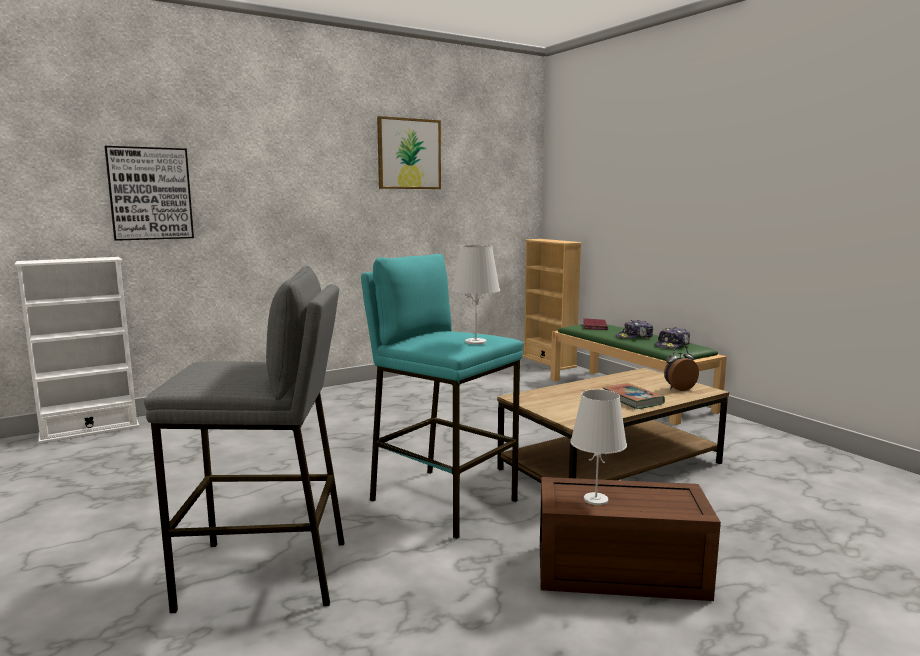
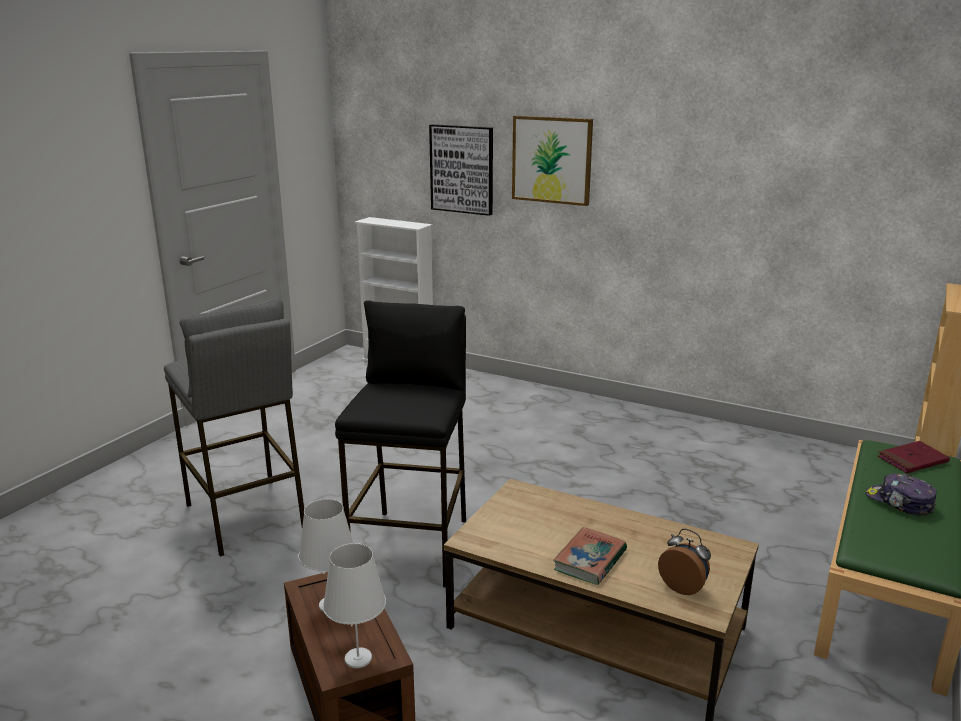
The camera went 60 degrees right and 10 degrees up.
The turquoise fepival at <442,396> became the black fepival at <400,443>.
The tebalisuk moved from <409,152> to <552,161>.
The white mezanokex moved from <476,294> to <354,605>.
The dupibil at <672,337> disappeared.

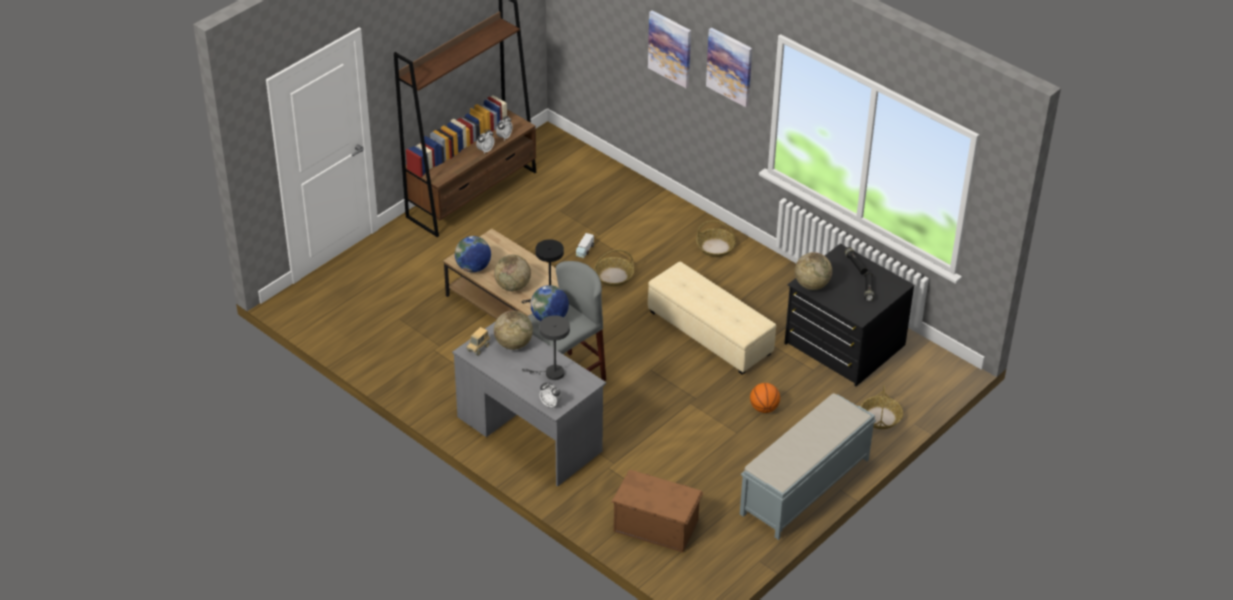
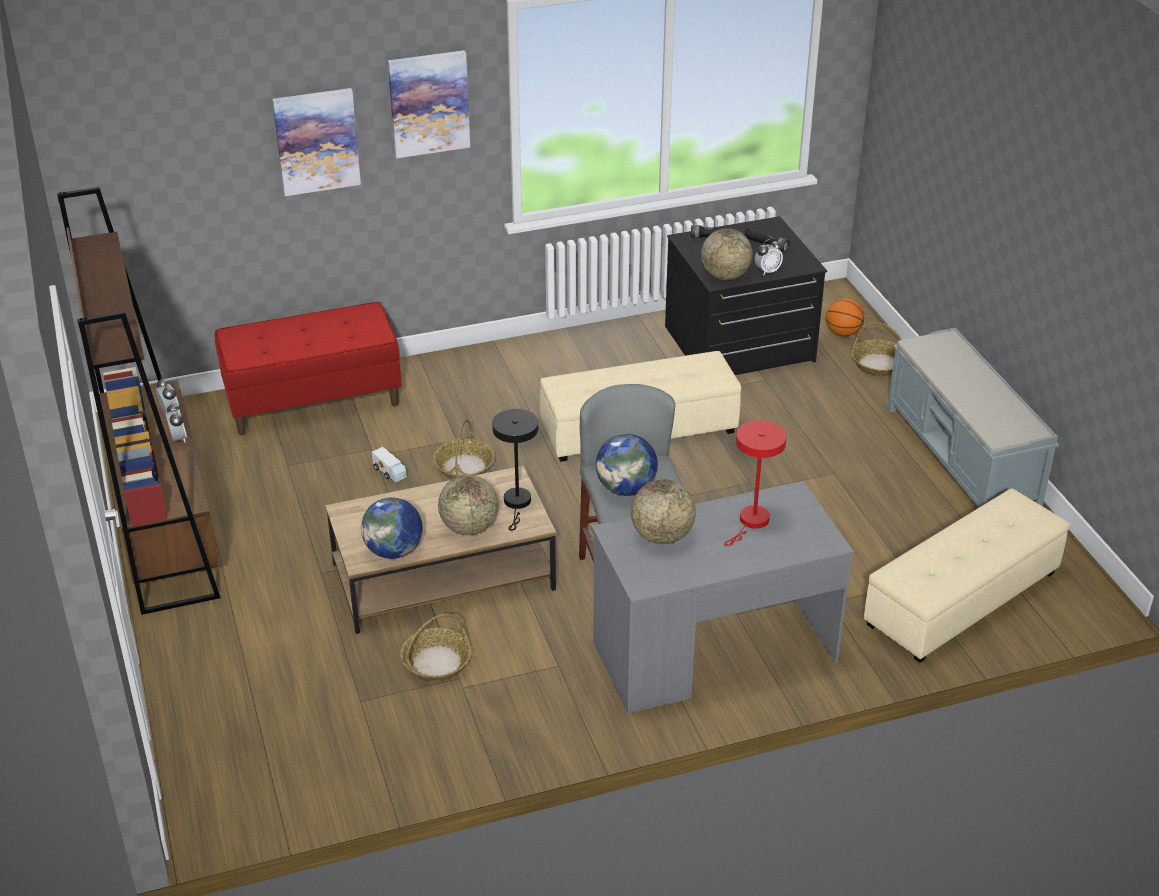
The camera went 60 degrees left and 5 degrees down.
The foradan at <478,341> disappeared.
The grey mezanokex at <546,347> became the red mezanokex at <755,483>.
The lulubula moved from <551,395> to <768,256>.
The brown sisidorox at <658,511> was replaced by the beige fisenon at <967,575>.
The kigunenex moved from <716,238> to <435,648>.
The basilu moved from <765,398> to <845,317>.
The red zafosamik at <308,368> appeared.

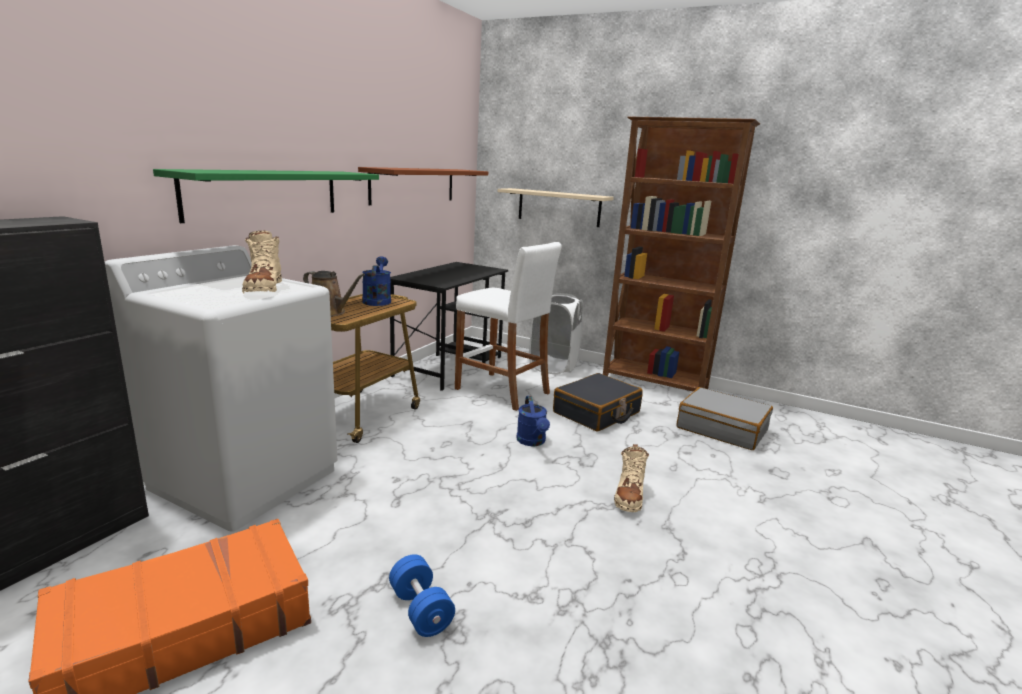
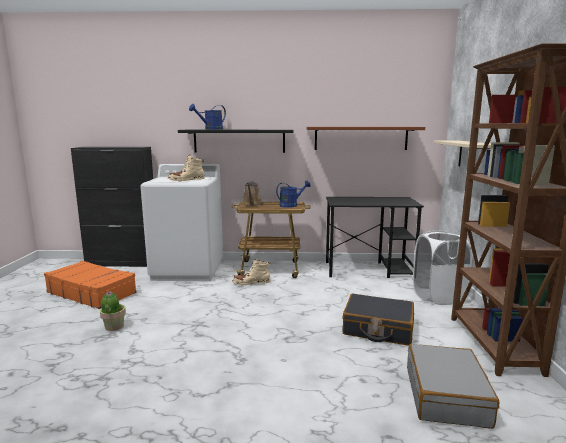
The camera went 65 degrees right and 5 degrees down.
The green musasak at <266,196> became the black musasak at <236,141>.
The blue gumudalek at <422,595> was replaced by the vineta at <113,311>.
The white fepival at <508,326> disappeared.
The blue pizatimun moved from <533,421> to <207,117>.
The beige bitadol moved from <631,478> to <251,271>.

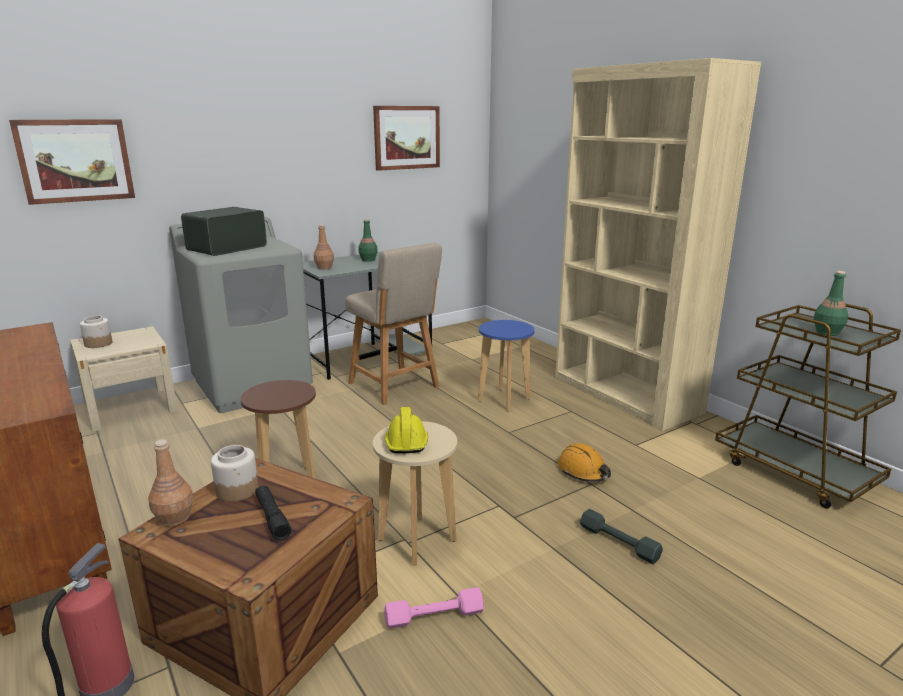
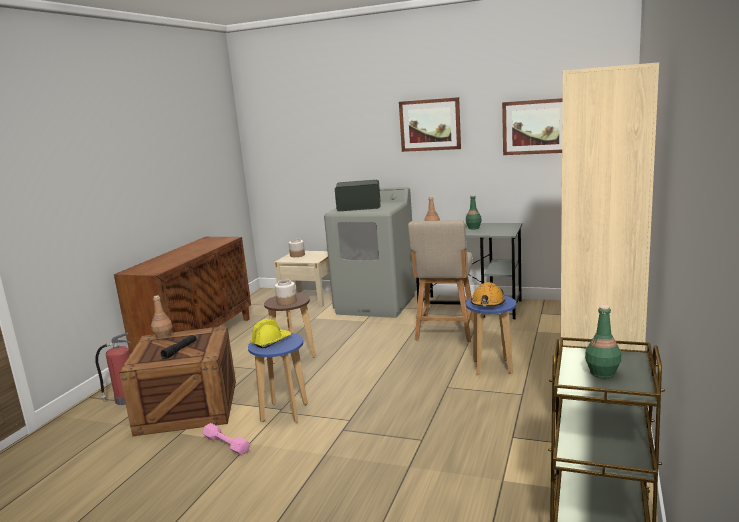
The camera went 55 degrees right and 5 degrees down.
The tebalisuk moved from <72,162> to <430,124>.
The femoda moved from <234,473> to <286,293>.
The beige fepival at <415,493> became the blue fepival at <278,378>.
The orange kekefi moved from <584,462> to <488,294>.
The grey gumudalek at <621,536> disappeared.

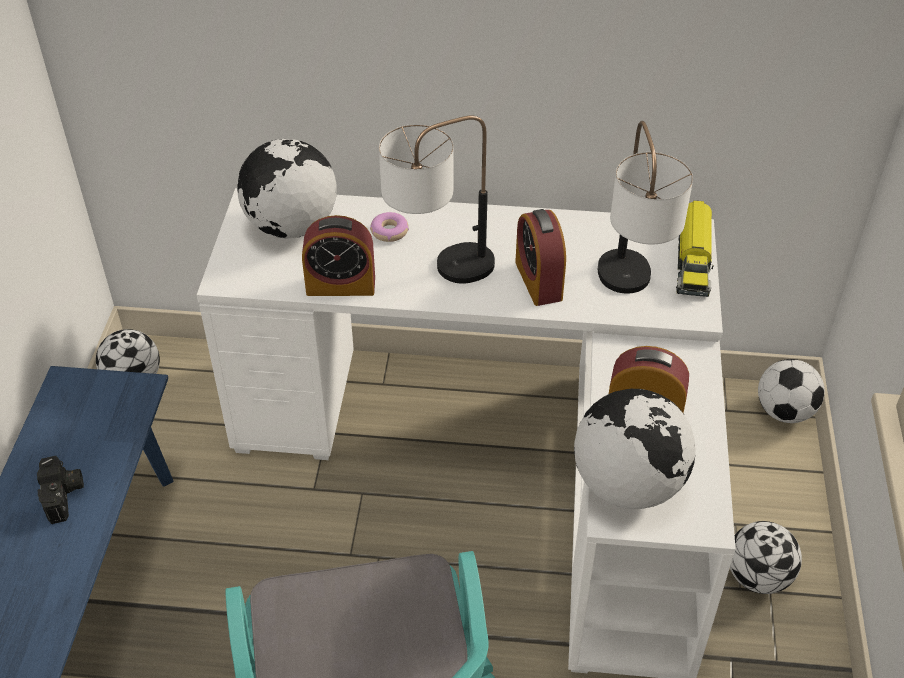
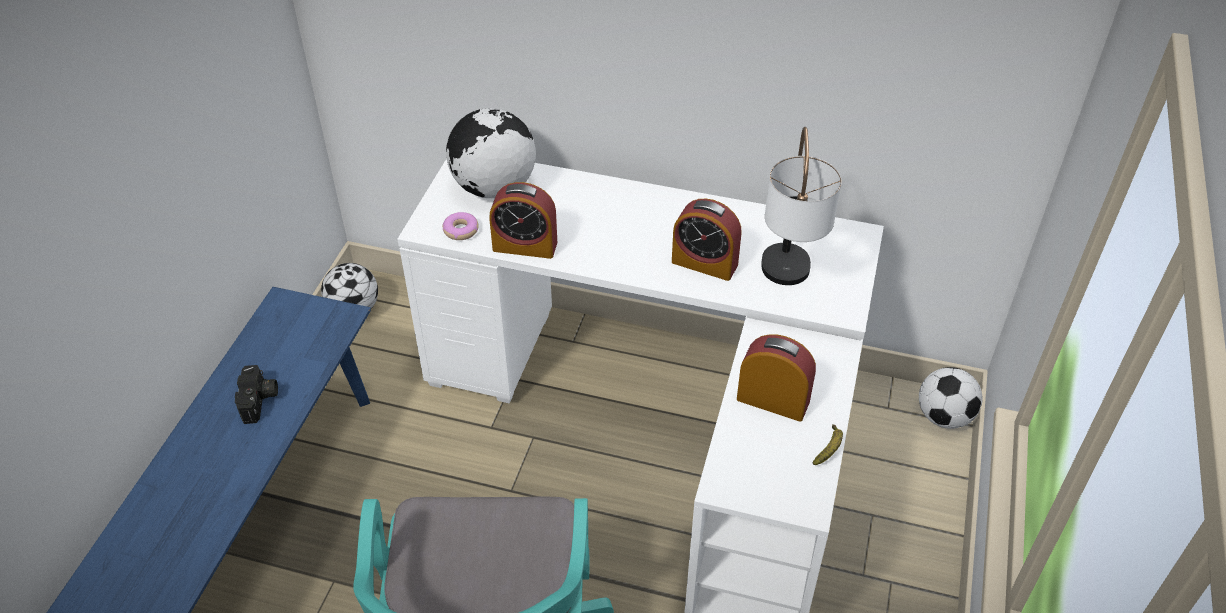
The camera went 10 degrees right and 0 degrees up.
The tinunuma moved from <389,227> to <460,226>.
The mezanokex at <437,199> disappeared.
The lulubula at <540,257> turned 60 degrees counterclockwise.
The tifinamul at <635,449> disappeared.
The foradan at <695,248> disappeared.
The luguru at <766,557> disappeared.
The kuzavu at <828,444> appeared.

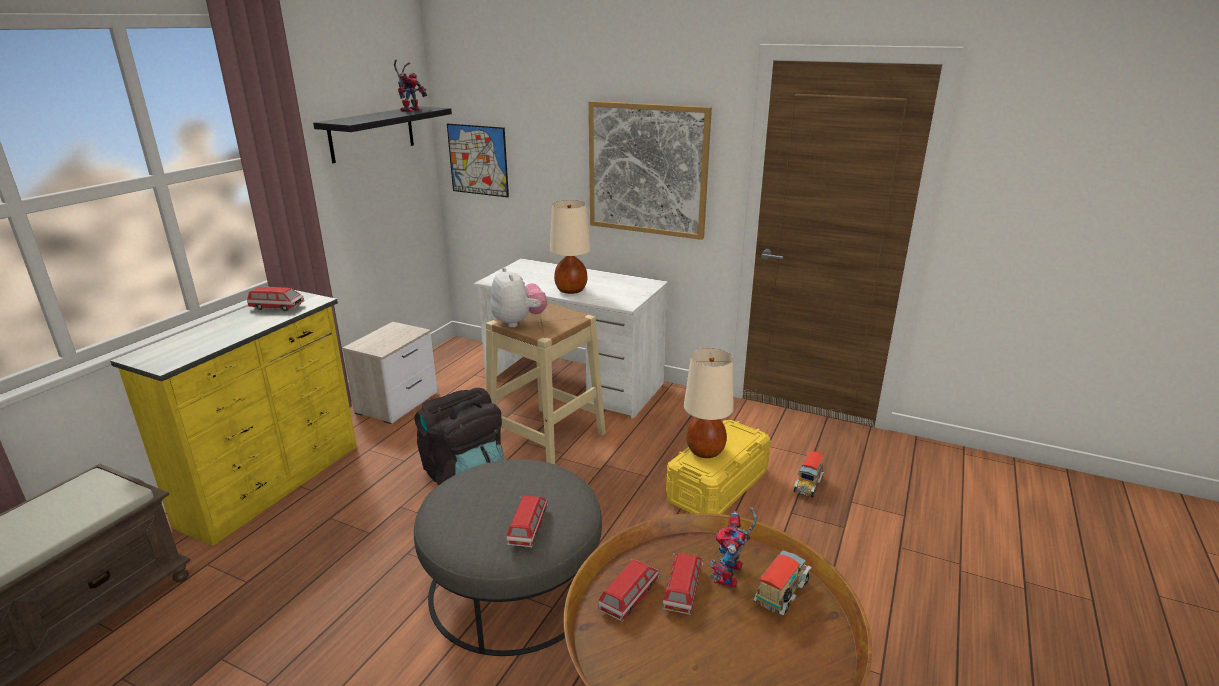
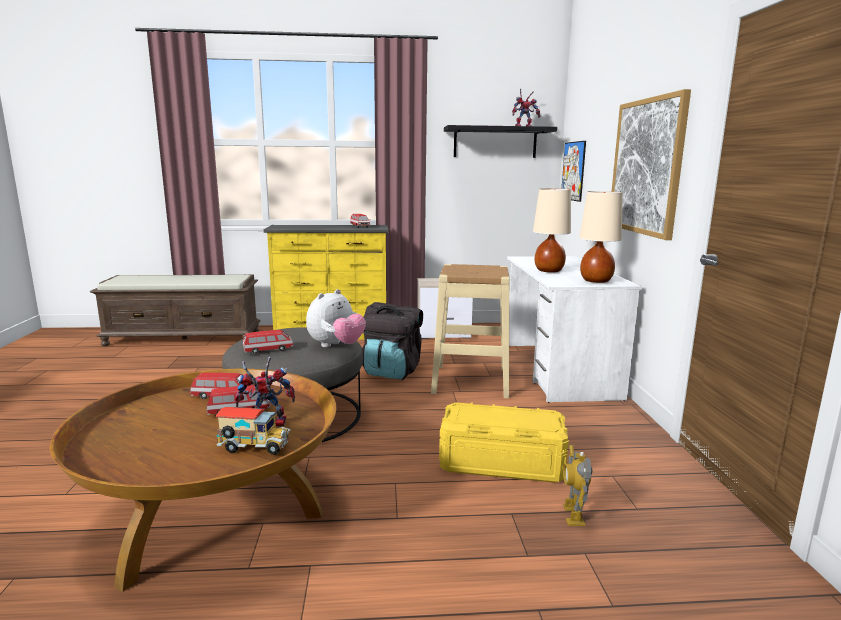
The camera went 60 degrees right and 10 degrees down.
The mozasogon moved from <518,297> to <336,318>.
The beige mezanokex moved from <708,403> to <601,237>.
The foradan at <809,474> was replaced by the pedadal at <577,485>.

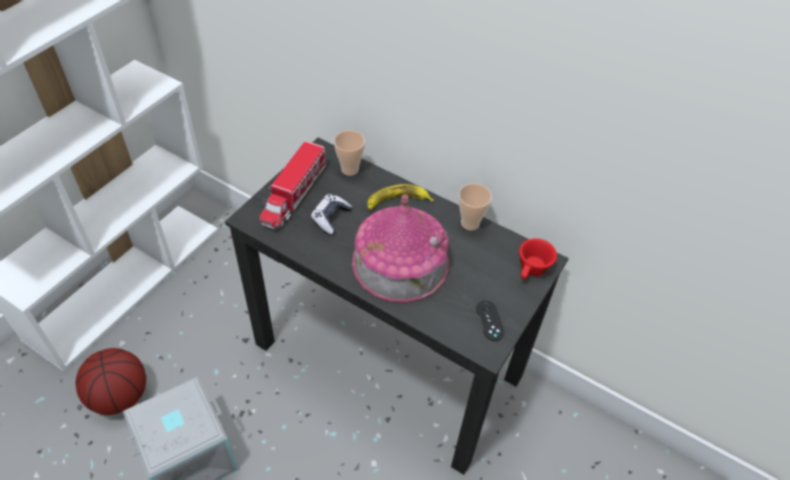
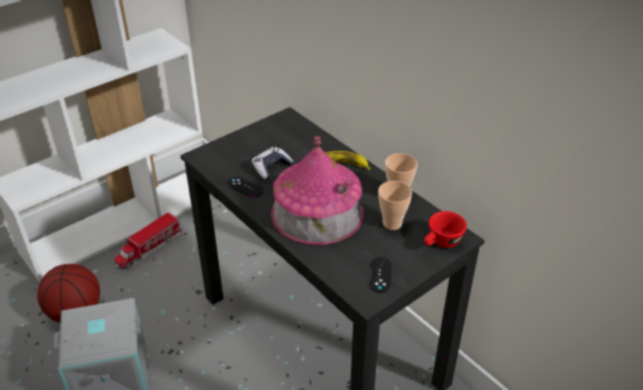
The camera went 20 degrees right and 10 degrees down.
The foradan moved from <292,185> to <148,240>.
The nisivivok moved from <349,153> to <395,205>.
The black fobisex at <245,187> appeared.

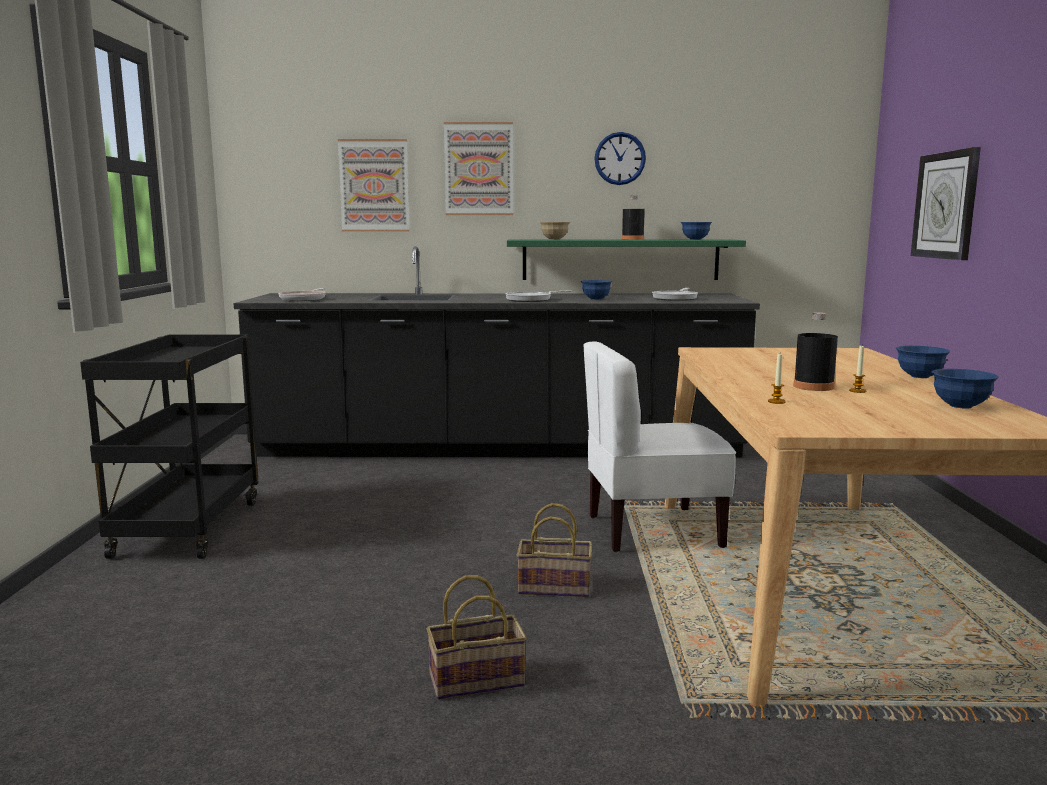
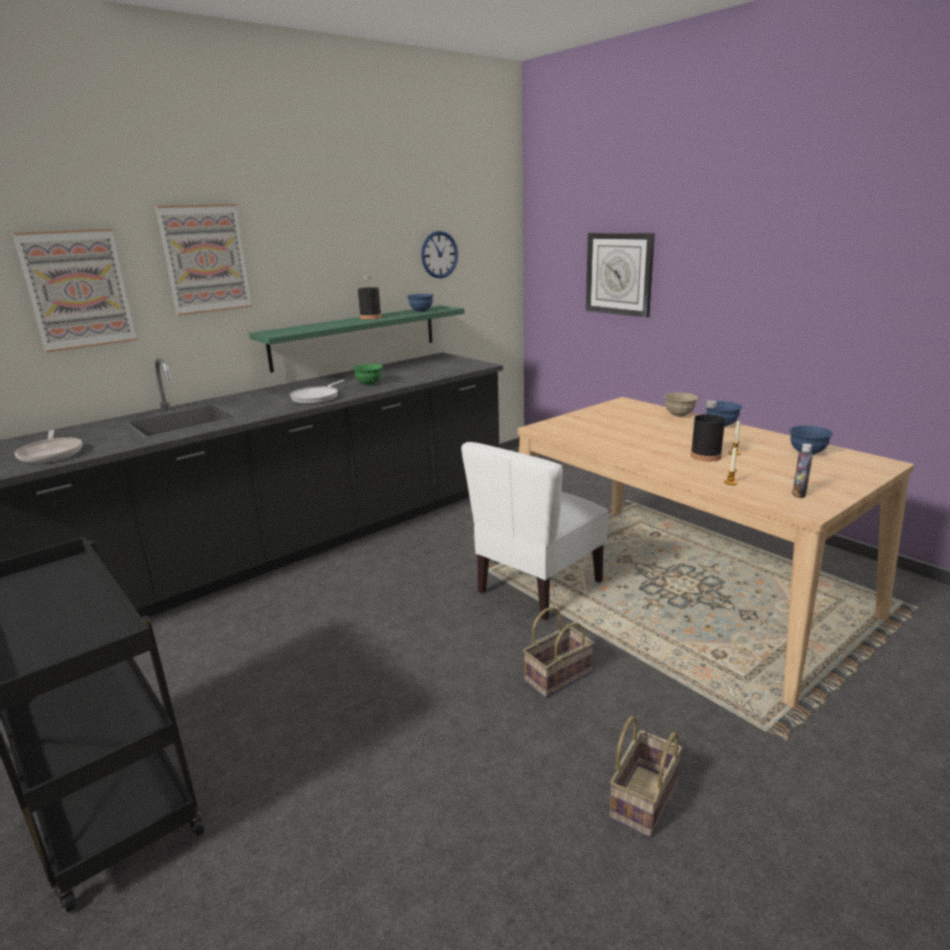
The camera went 40 degrees left and 10 degrees up.
The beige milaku moved from <555,231> to <681,405>.
The blue milaku at <596,290> became the green milaku at <367,374>.
The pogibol moved from <620,158> to <439,254>.
The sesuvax at <675,294> disappeared.
The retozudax at <802,471> appeared.

